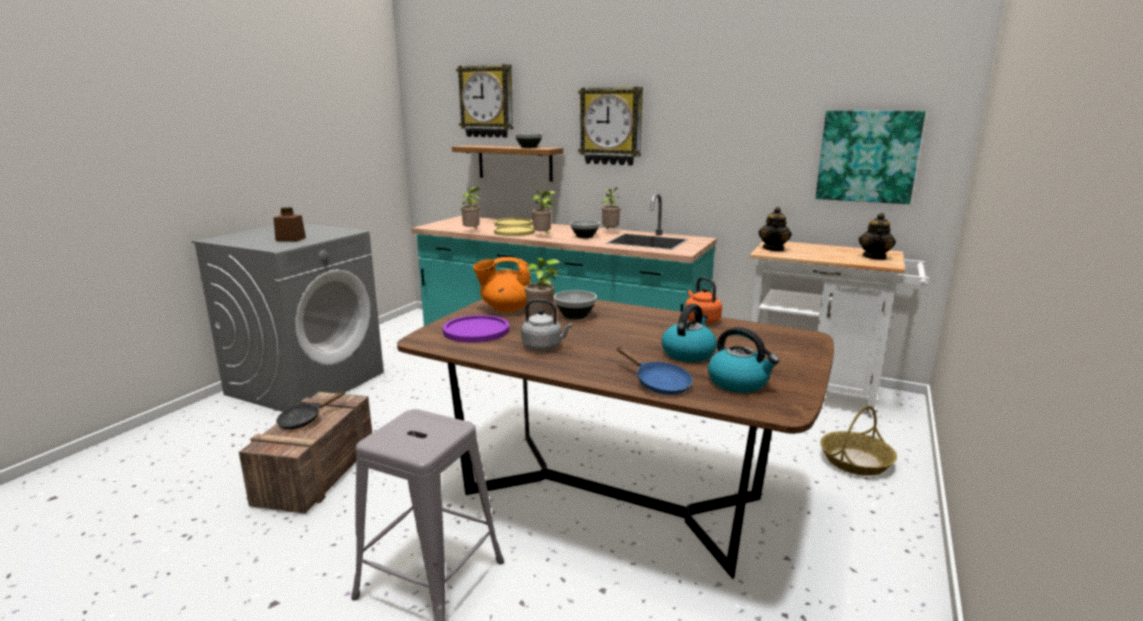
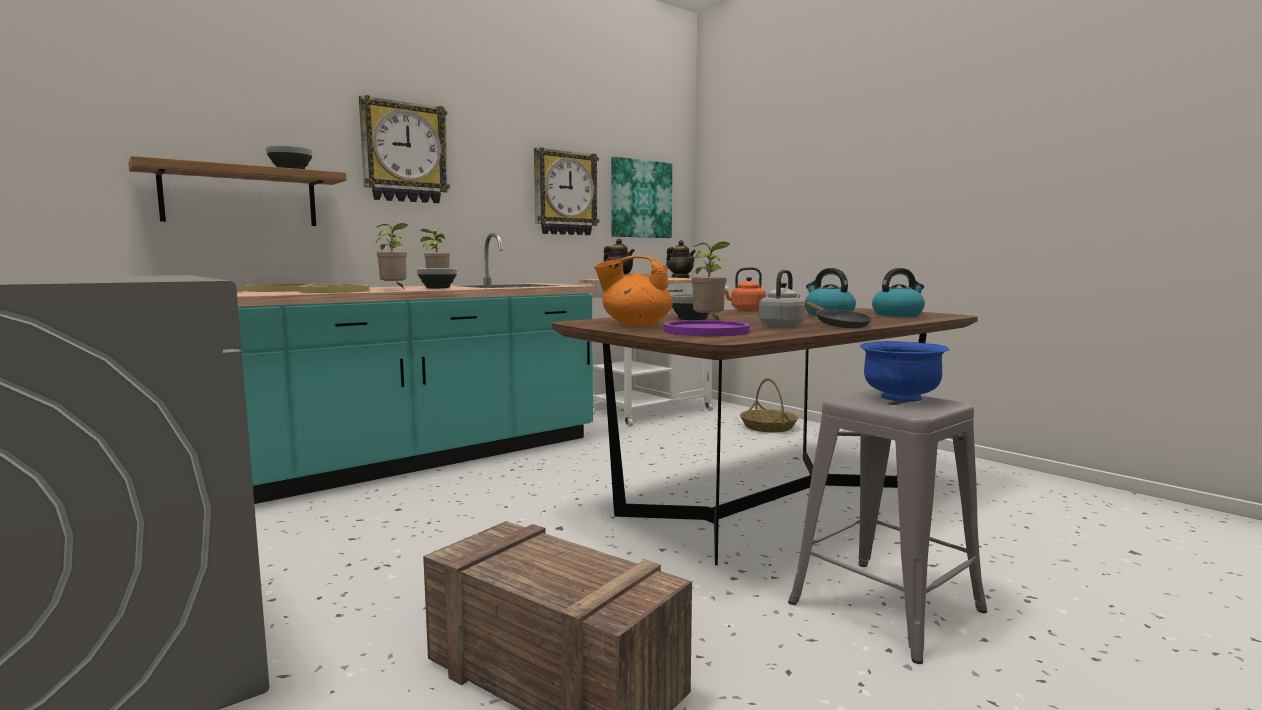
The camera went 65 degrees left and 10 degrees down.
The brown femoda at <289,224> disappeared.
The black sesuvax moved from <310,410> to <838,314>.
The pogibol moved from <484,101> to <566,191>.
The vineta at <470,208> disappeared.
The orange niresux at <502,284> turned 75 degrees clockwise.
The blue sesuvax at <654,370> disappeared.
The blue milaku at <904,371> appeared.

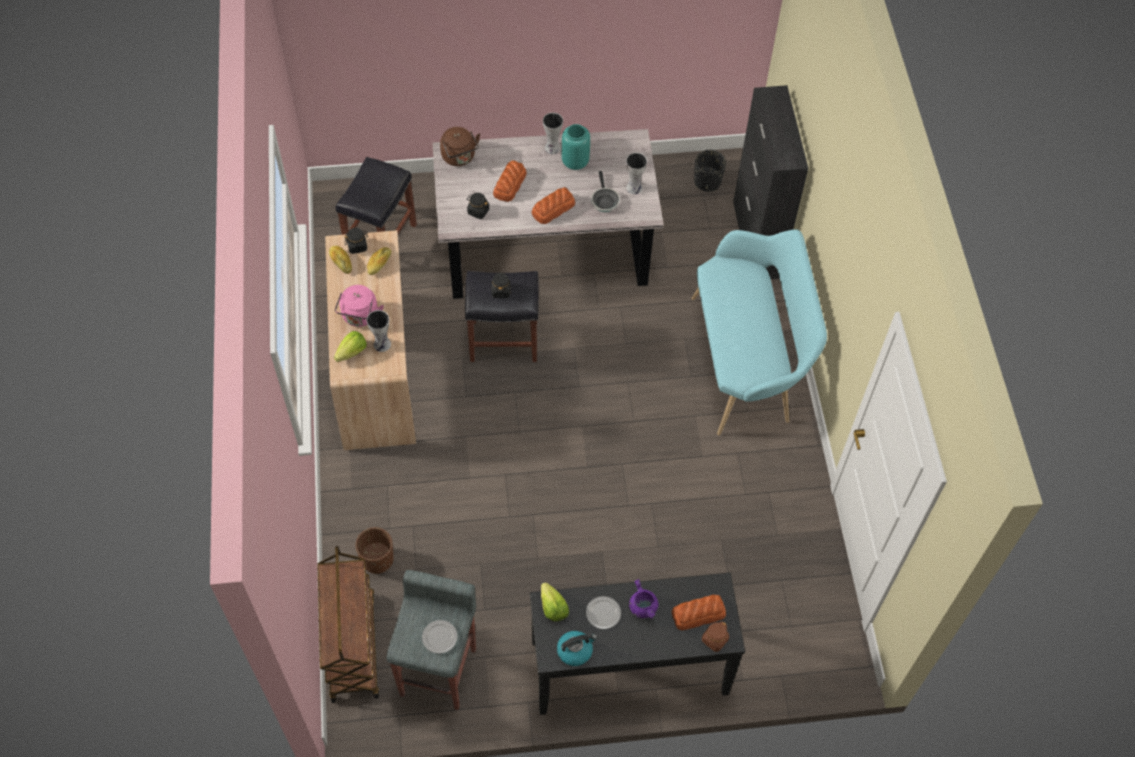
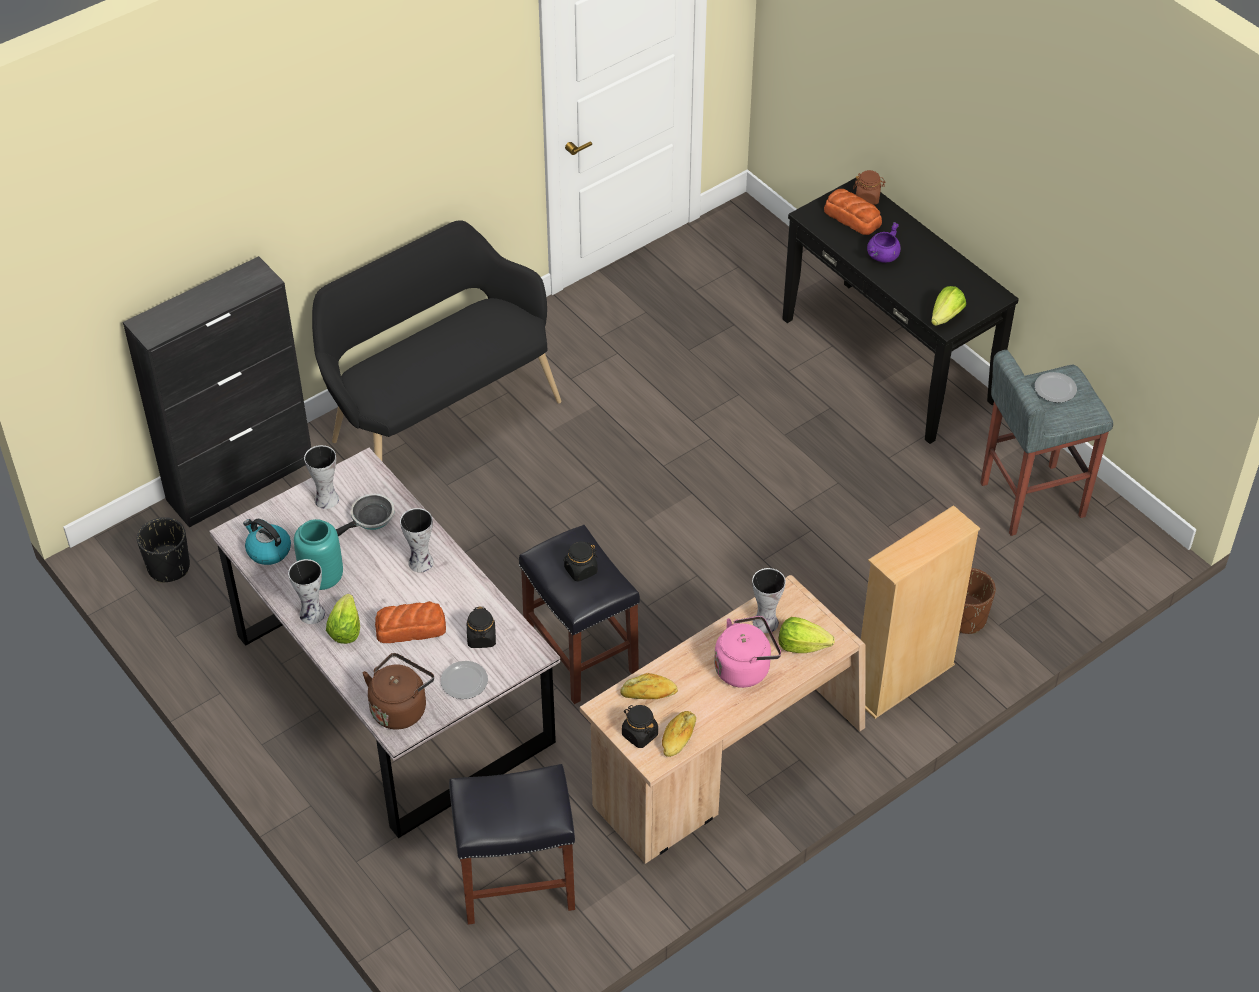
The camera went 120 degrees left and 10 degrees down.
The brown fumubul at <348,624> disappeared.
The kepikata at <553,205> was replaced by the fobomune at <417,540>.
The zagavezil moved from <577,648> to <267,542>.
The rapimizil moved from <603,612> to <464,680>.
The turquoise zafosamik at <759,332> became the black zafosamik at <436,340>.
The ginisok at <343,619> appeared.
The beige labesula at <920,612> appeared.

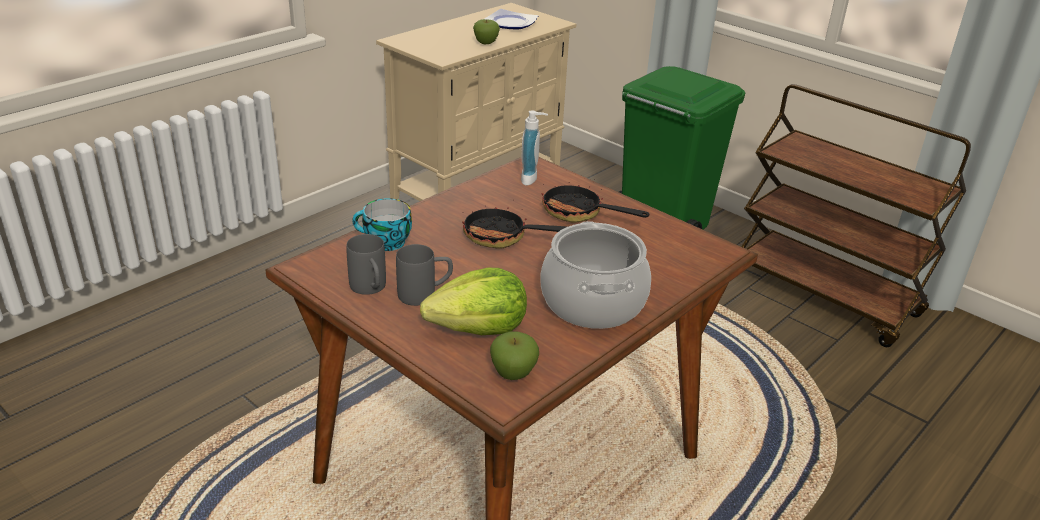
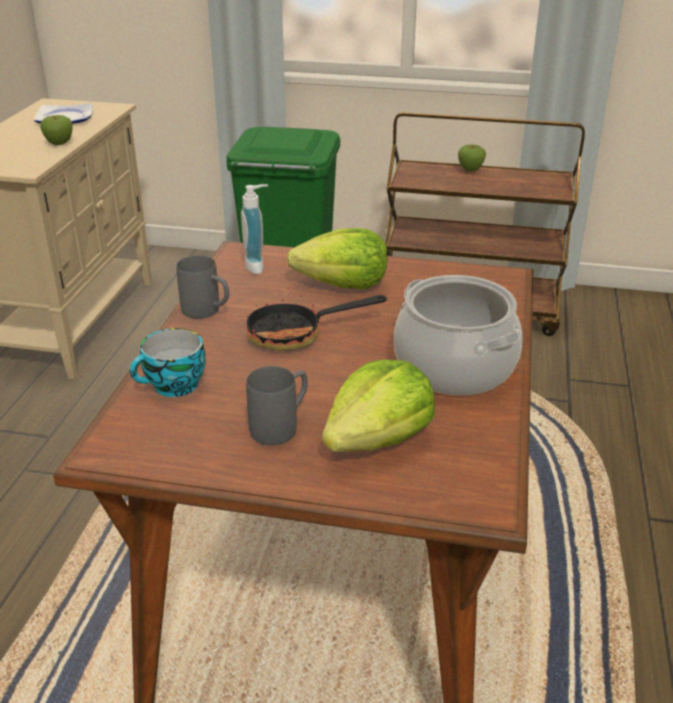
The camera went 30 degrees left and 0 degrees up.
The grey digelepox moved from <366,264> to <202,287>.
The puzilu moved from <514,355> to <472,158>.
The sesuvax at <595,201> was replaced by the ginisok at <337,259>.

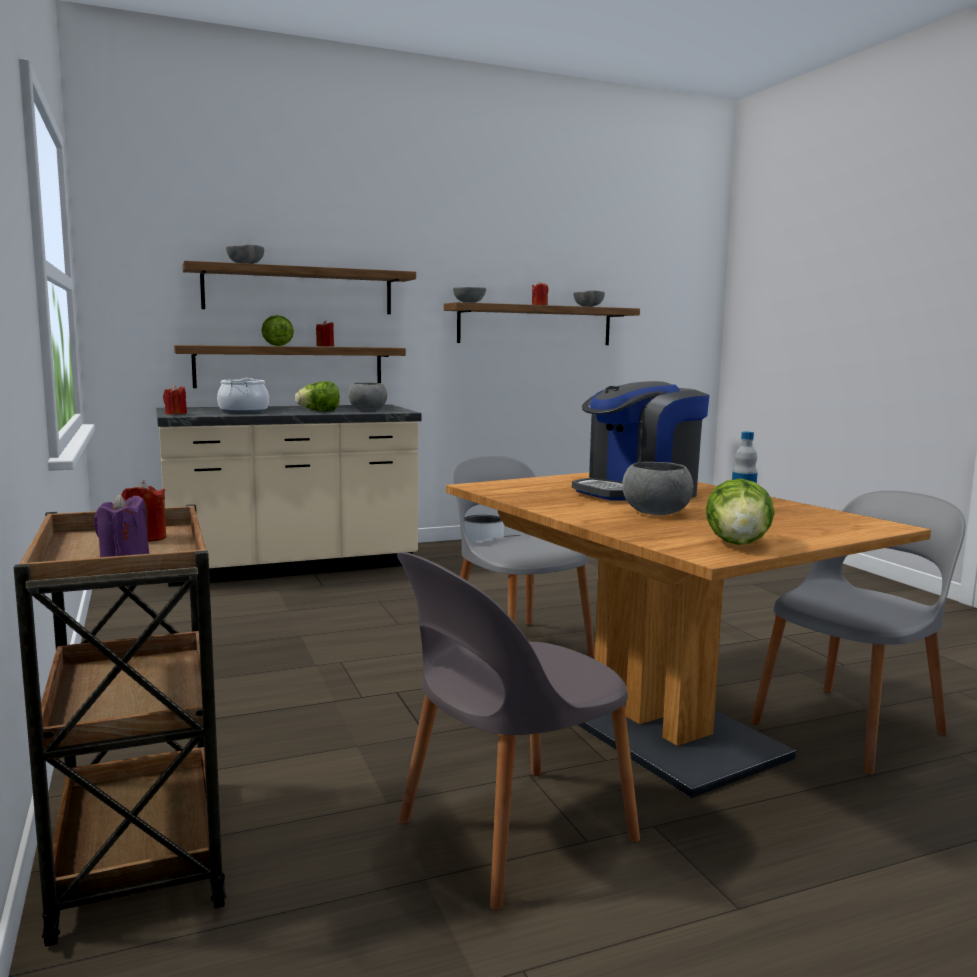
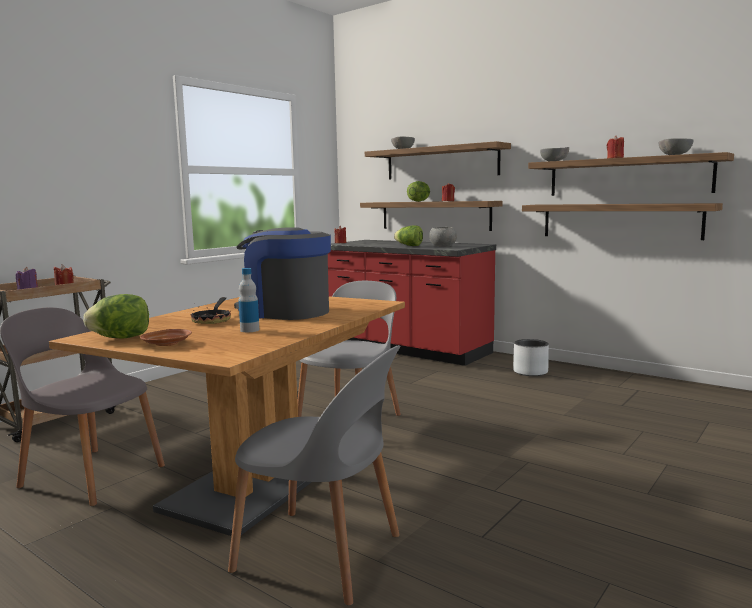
The camera went 60 degrees right and 0 degrees up.
The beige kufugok at <288,495> became the red kufugok at <412,303>.
The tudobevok at <243,395> disappeared.
The grey milaku at <657,488> was replaced by the sesuvax at <211,310>.
The brown rapimizil at <166,337> appeared.
The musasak at <622,221> appeared.

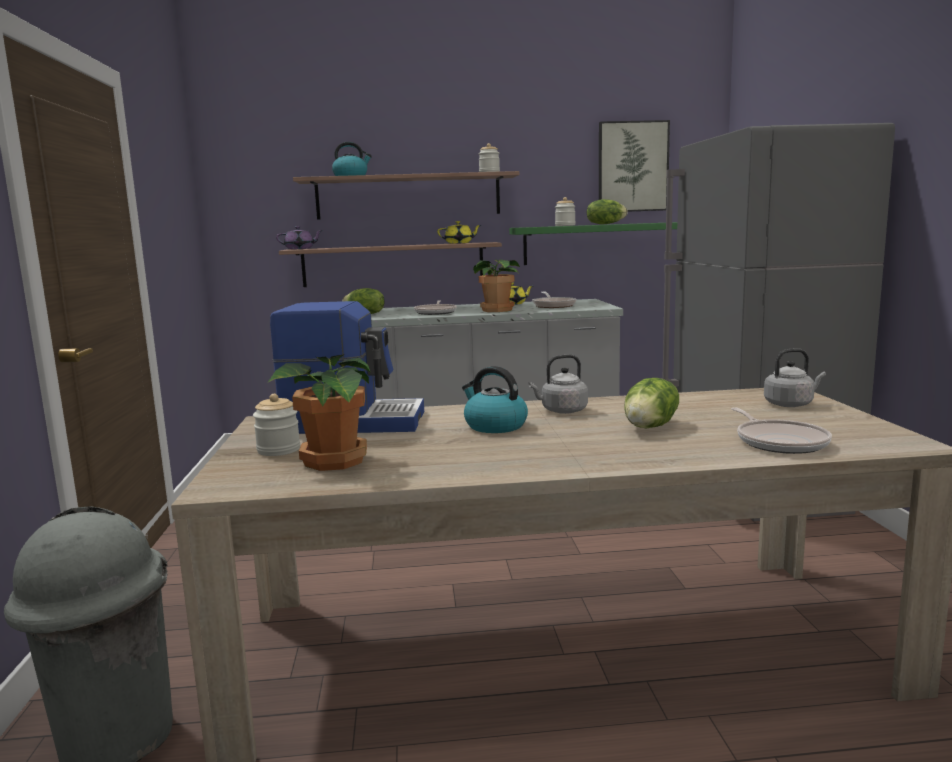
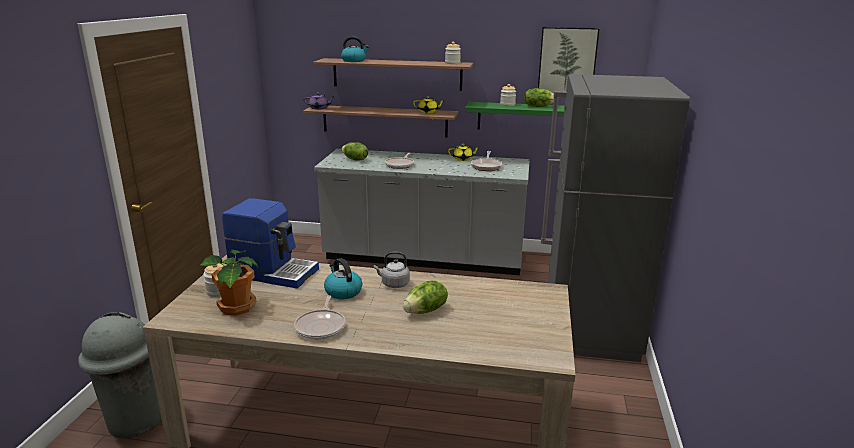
The camera went 15 degrees right and 10 degrees up.
The vineta at <496,285> disappeared.
The sesuvax moved from <781,430> to <320,317>.
The grey zagavezil at <795,378> disappeared.

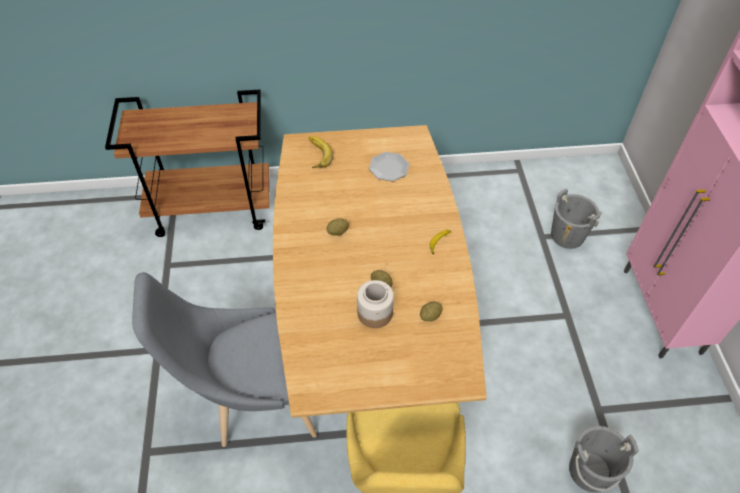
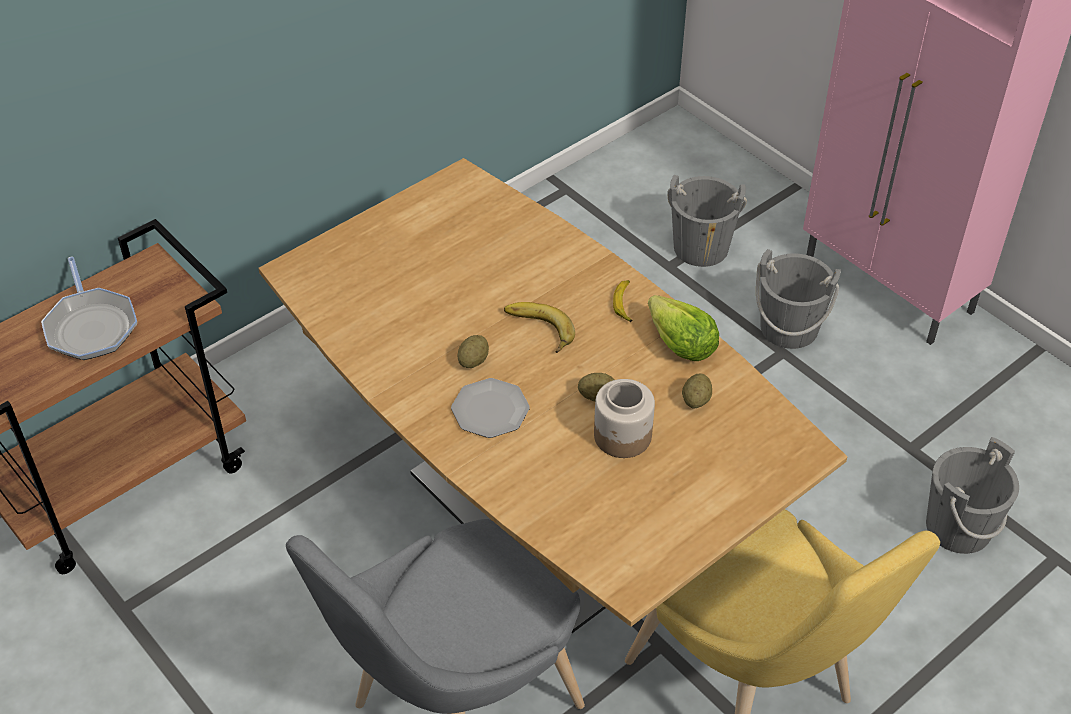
The camera went 35 degrees left and 5 degrees down.
The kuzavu moved from <321,152> to <539,327>.
The rapimizil moved from <389,166> to <490,408>.
The sesuvax at <89,308> appeared.
The ginisok at <683,328> appeared.
The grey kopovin at <798,299> appeared.

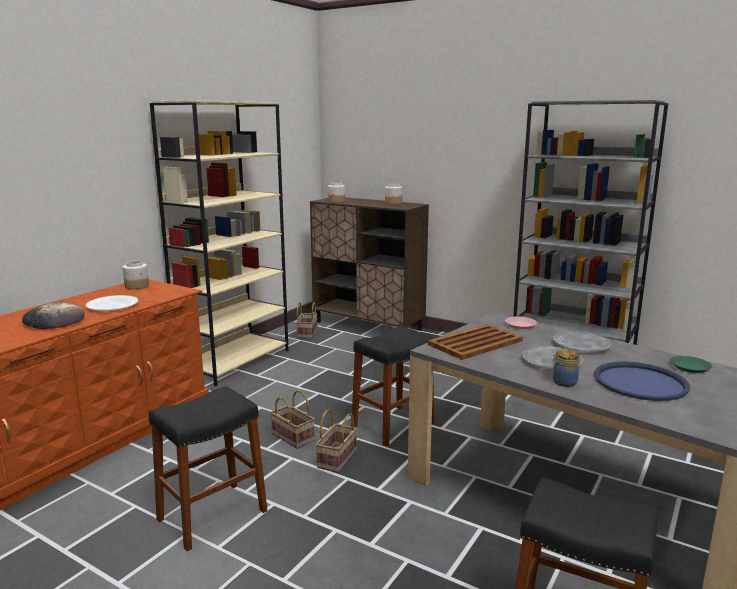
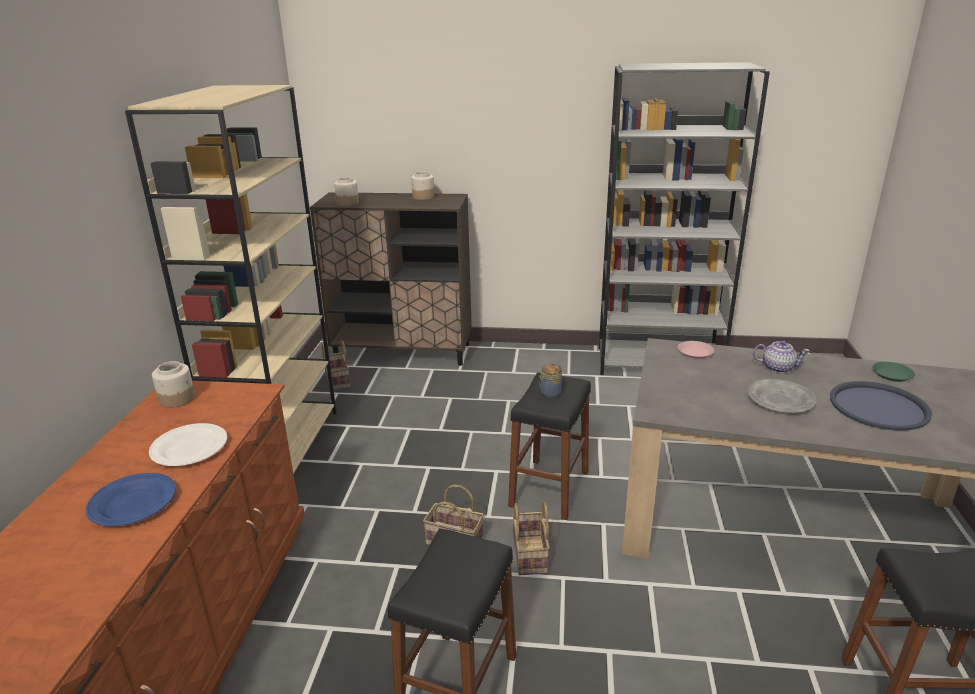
The camera went 25 degrees left and 10 degrees up.
The kepikata at <53,315> was replaced by the blue rapimizil at <131,499>.
The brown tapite at <475,342> disappeared.
The femoda moved from <565,368> to <550,381>.
The grey rapimizil at <582,341> was replaced by the niresux at <781,356>.

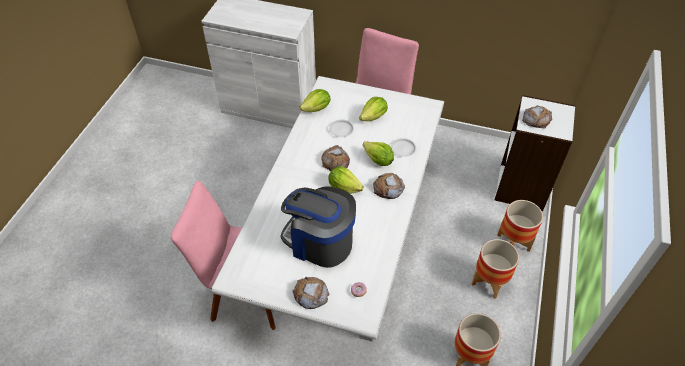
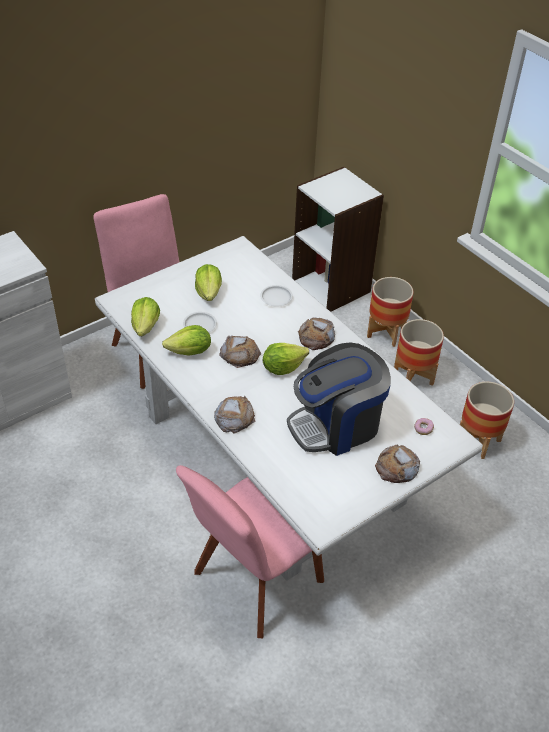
The camera went 55 degrees left and 5 degrees down.
The ginisok moved from <378,153> to <186,340>.
The kepikata moved from <537,117> to <234,415>.

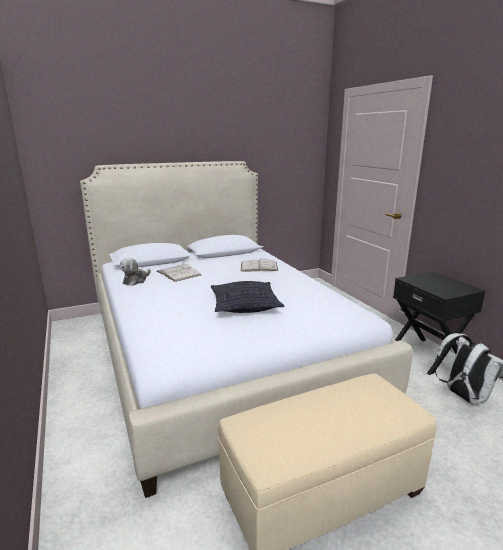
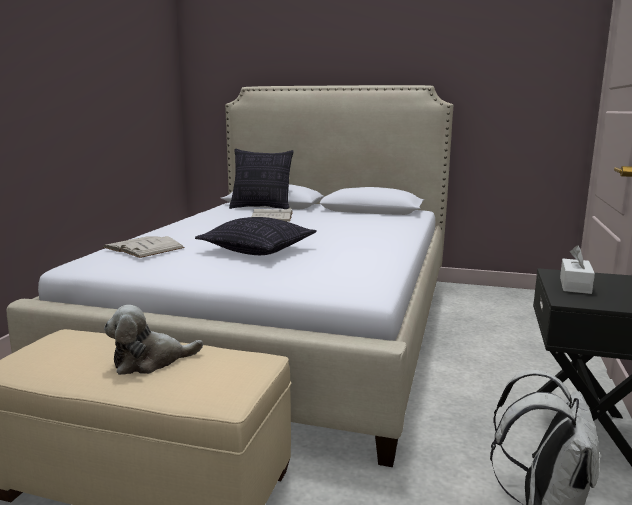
The camera went 40 degrees right and 5 degrees down.
The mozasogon moved from <135,272> to <153,340>.
The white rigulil moved from <259,264> to <144,247>.
The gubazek at <261,179> appeared.
The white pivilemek at <577,269> appeared.

